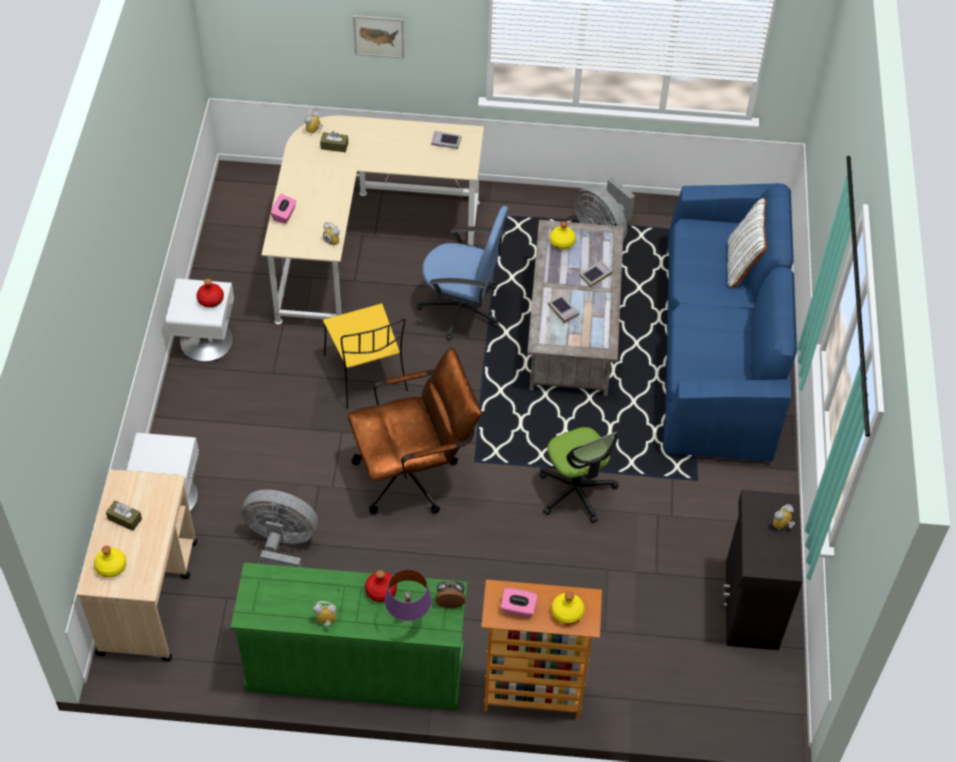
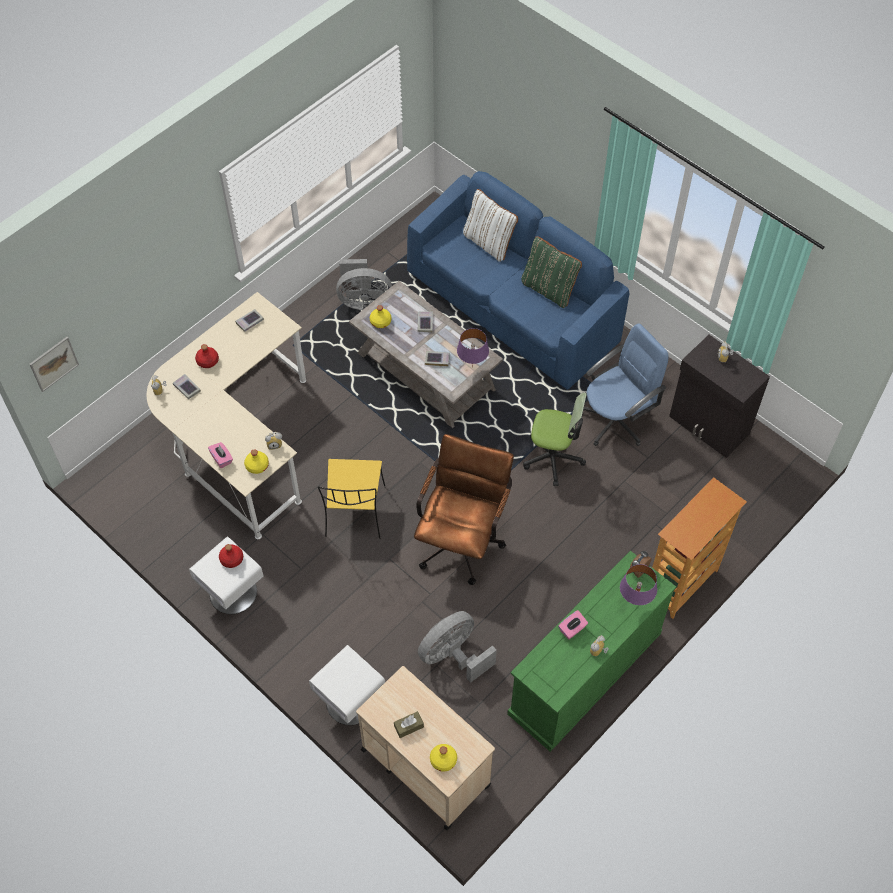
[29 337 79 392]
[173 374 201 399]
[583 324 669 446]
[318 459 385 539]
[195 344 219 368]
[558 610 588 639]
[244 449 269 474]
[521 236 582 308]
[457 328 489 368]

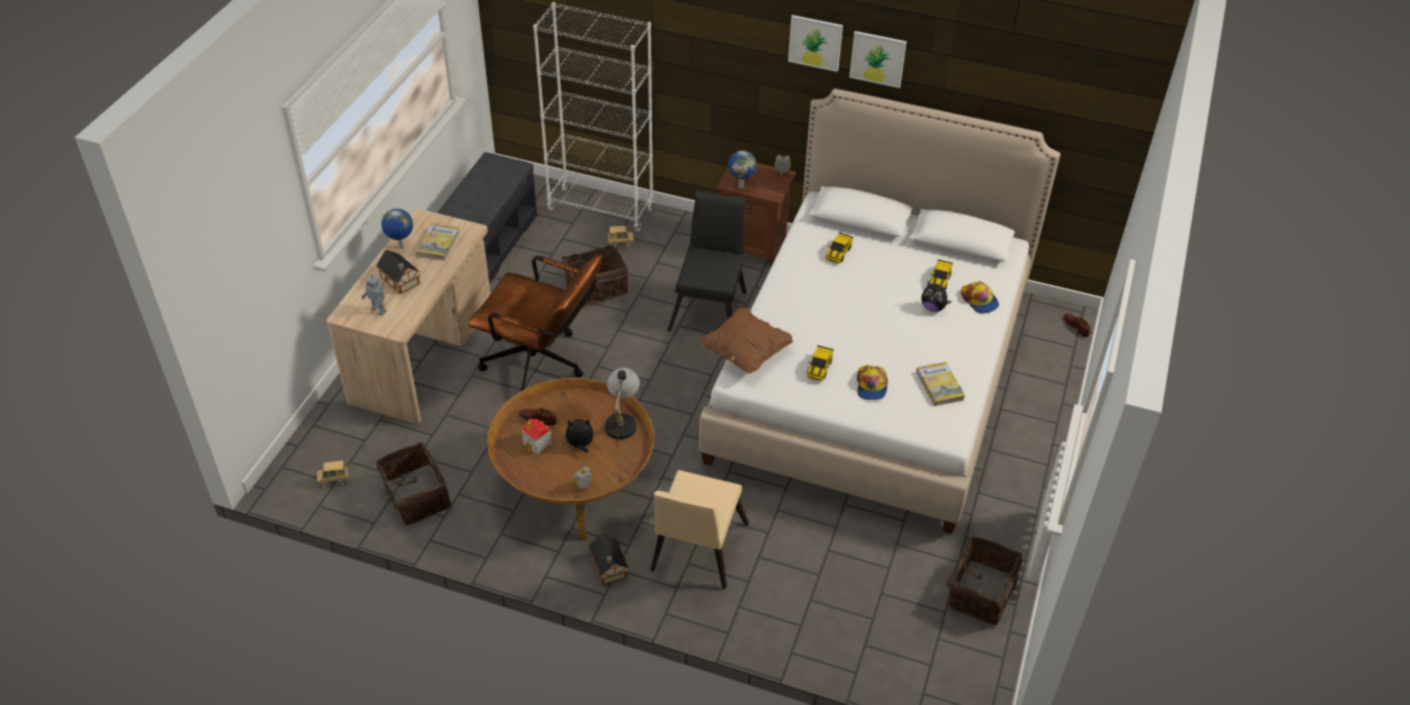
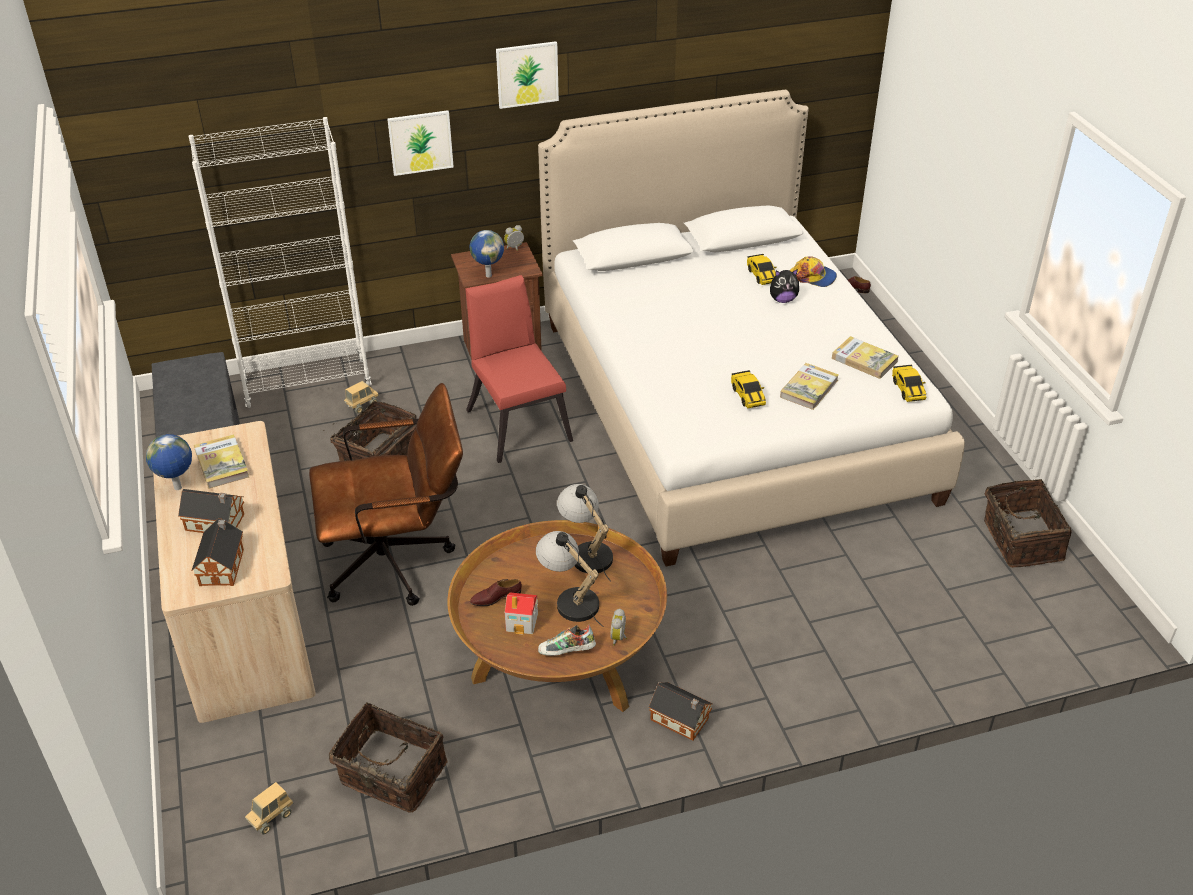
[387 110 454 176]
[465 275 573 463]
[892 365 926 402]
[191 518 244 586]
[701 308 793 374] (first image)
[780 363 839 410]
[536 531 603 627]
[650 470 749 589] (first image)
[538 625 596 656]

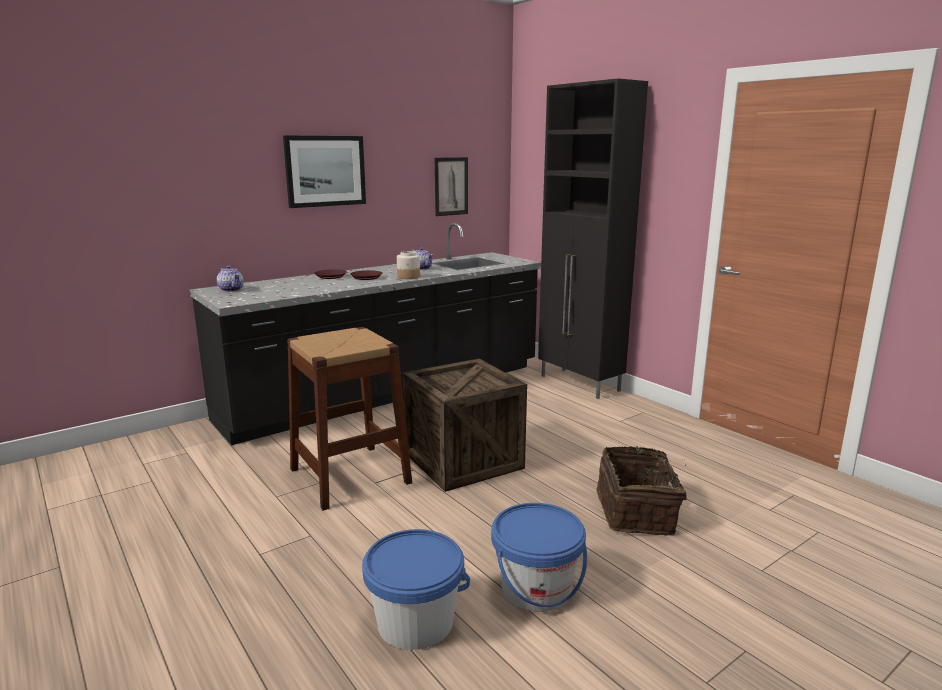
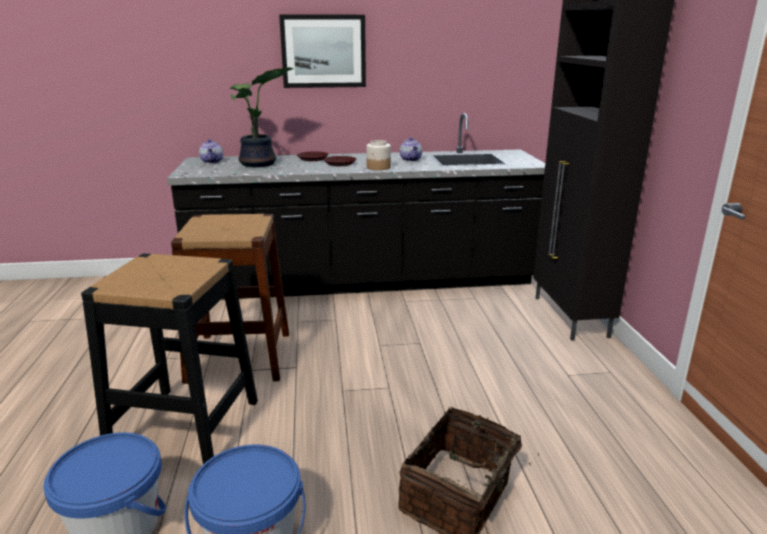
[435 157 468 216] (first image)
[403 358 527 492] (first image)
[230 67 294 167]
[81 253 258 464]

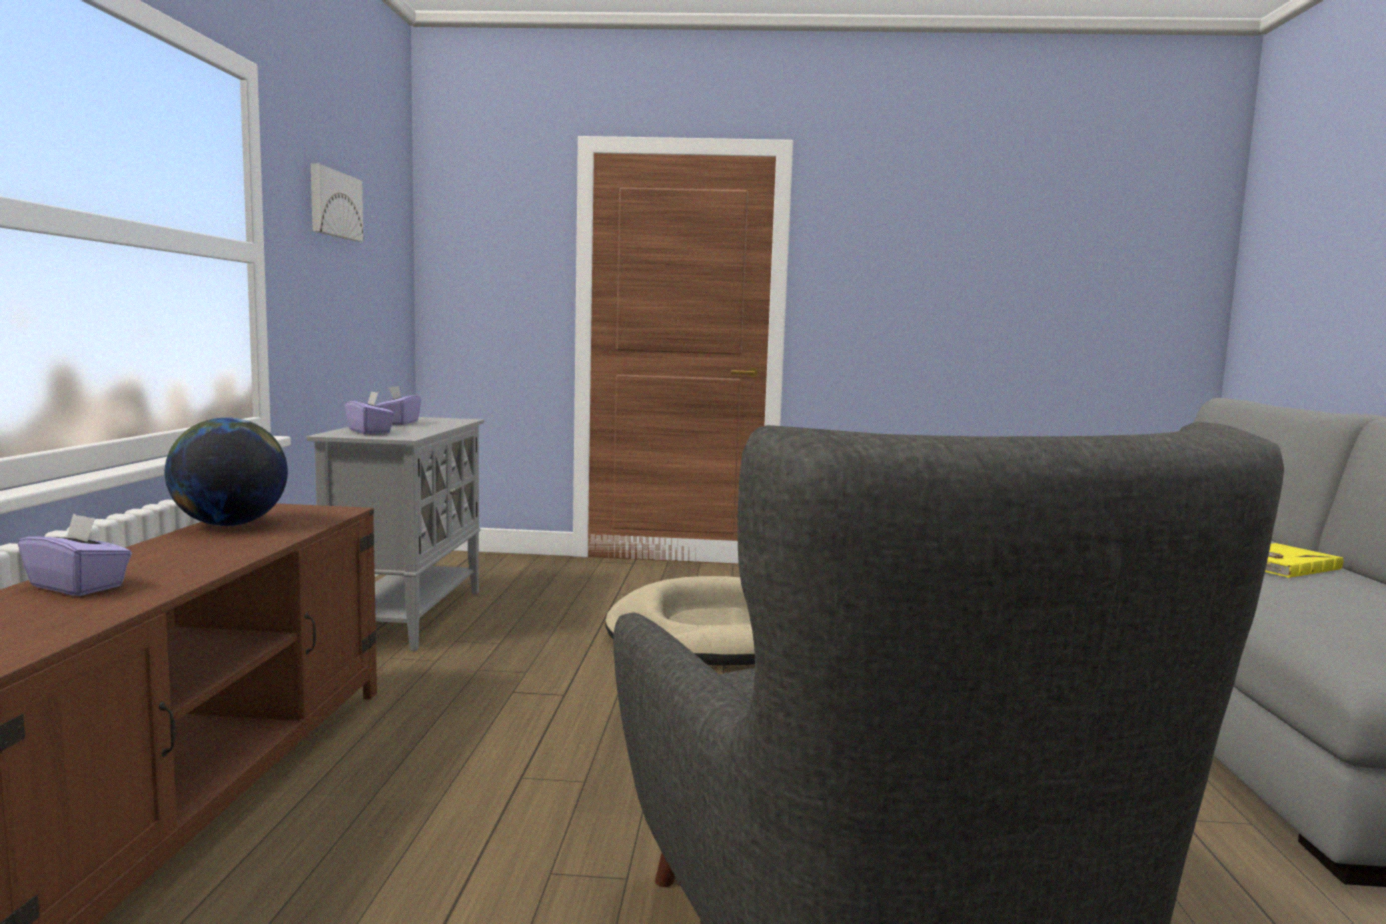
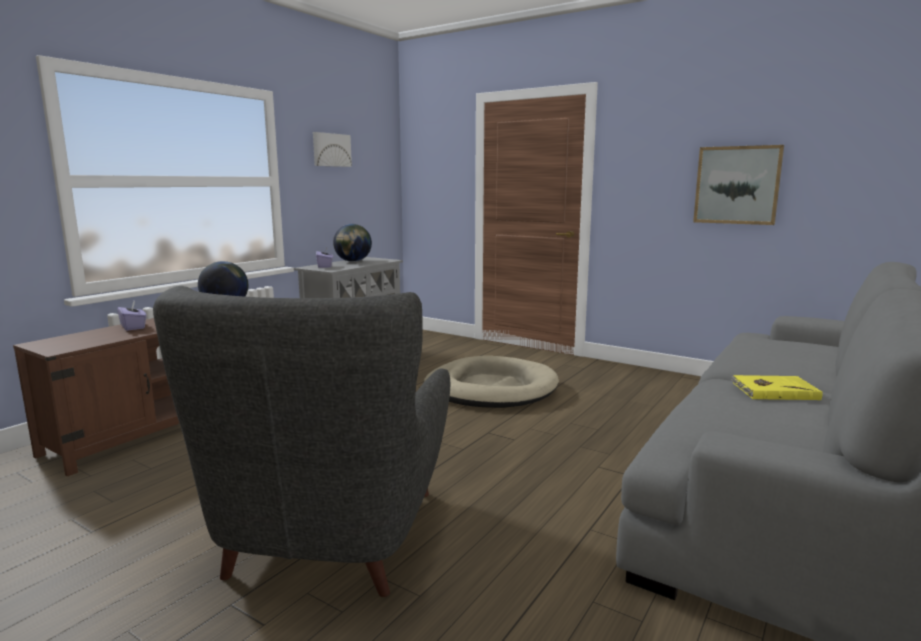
[333 224 372 262]
[693 145 784 225]

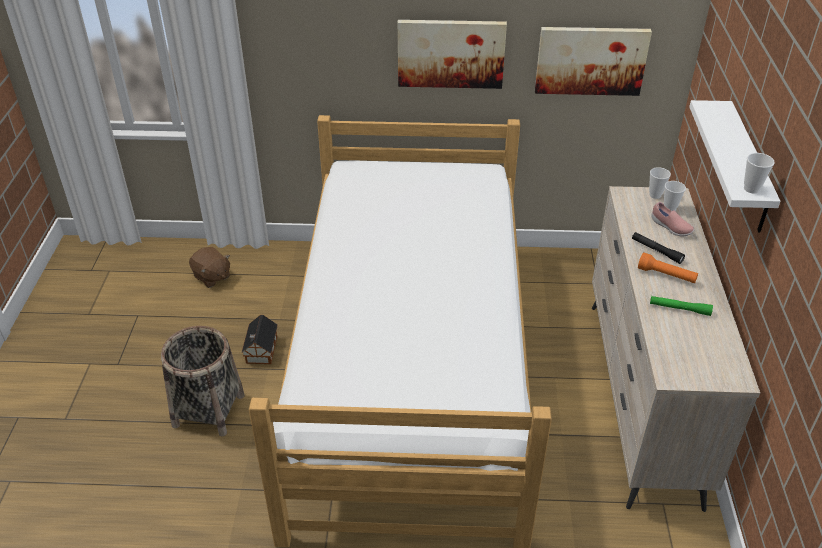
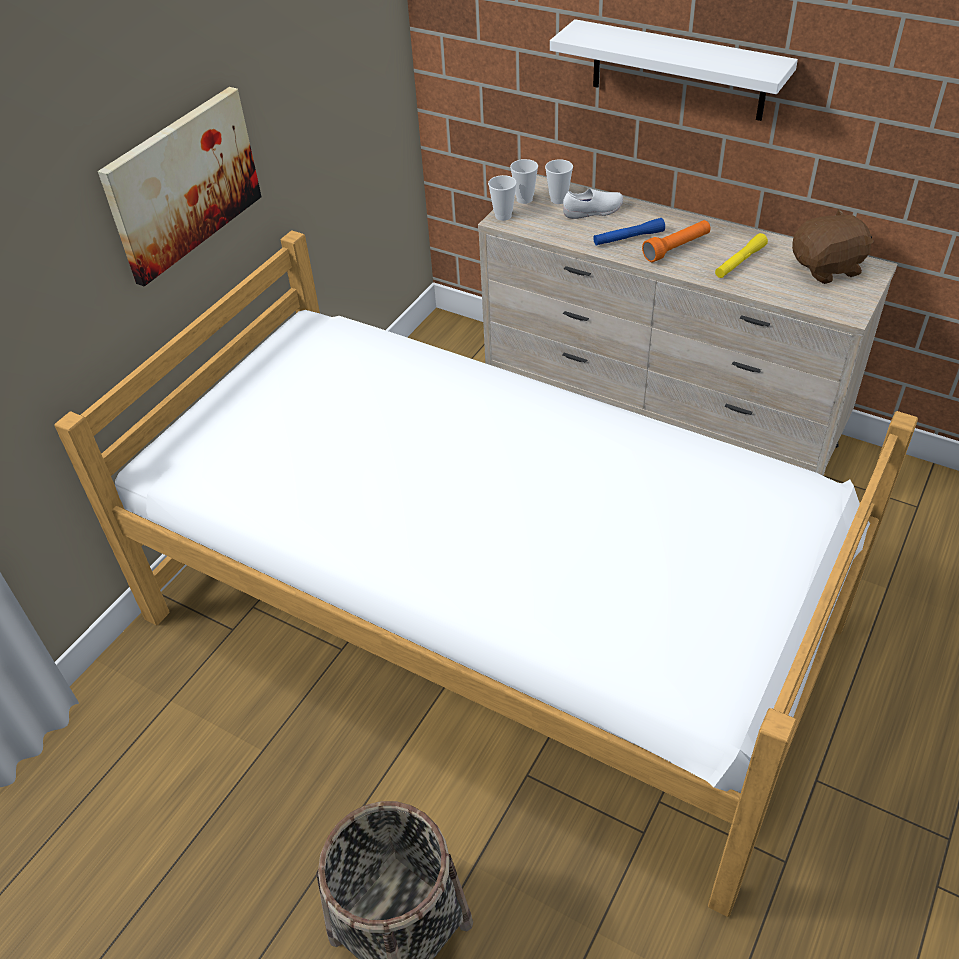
[535 27 652 96] (first image)
[488 175 517 221]
[563 189 623 219]
[593 218 665 246]
[792 209 873 284]
[715 233 768 278]
[241 315 278 364] (first image)

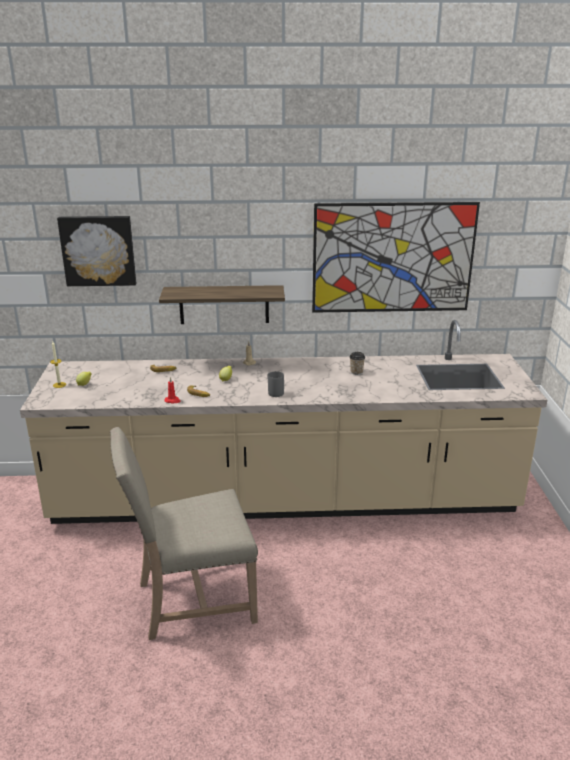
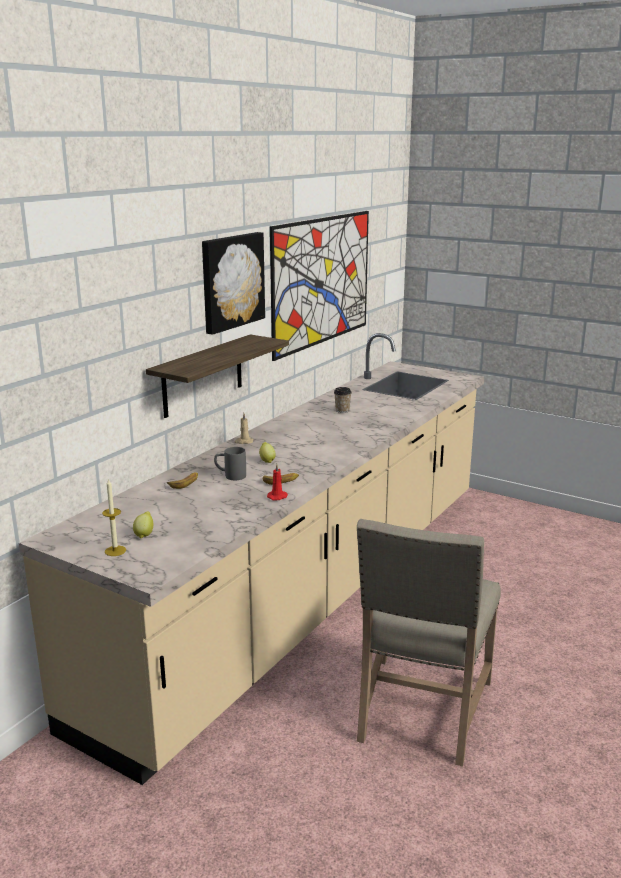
[202 232 265 335]
[214 447 246 480]

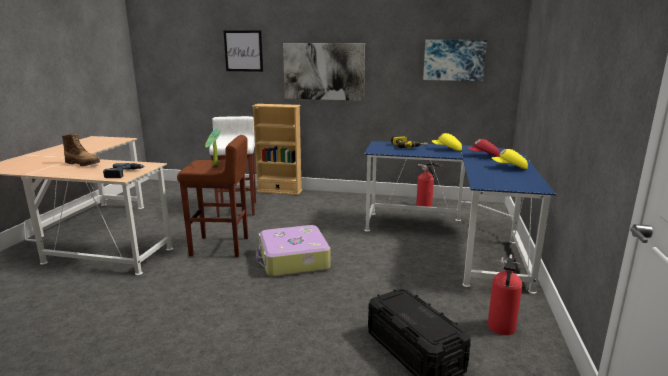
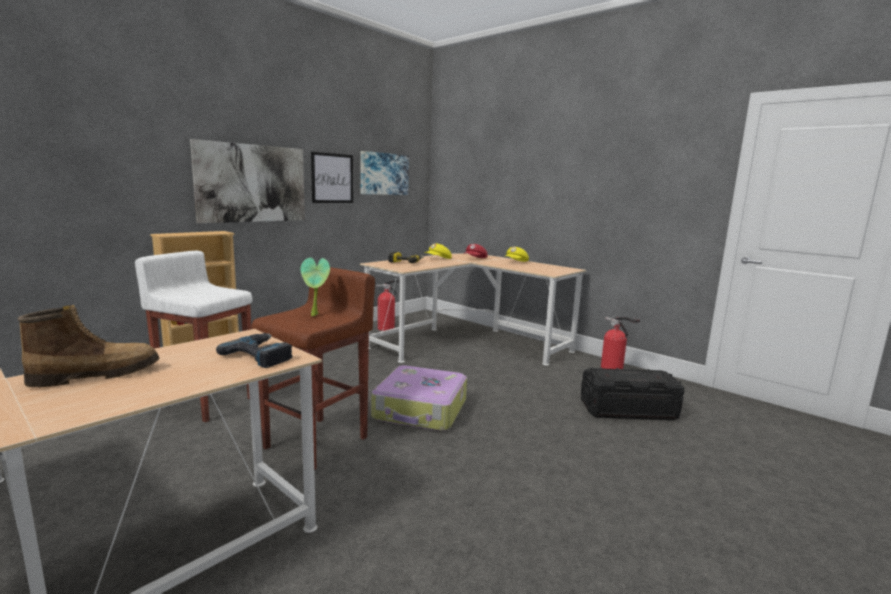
[311 152 353 203]
[360 253 587 365]

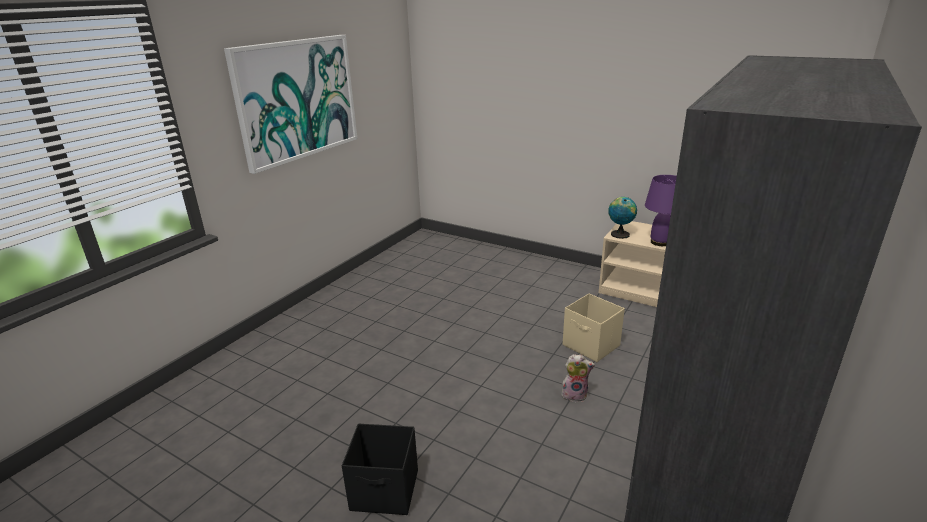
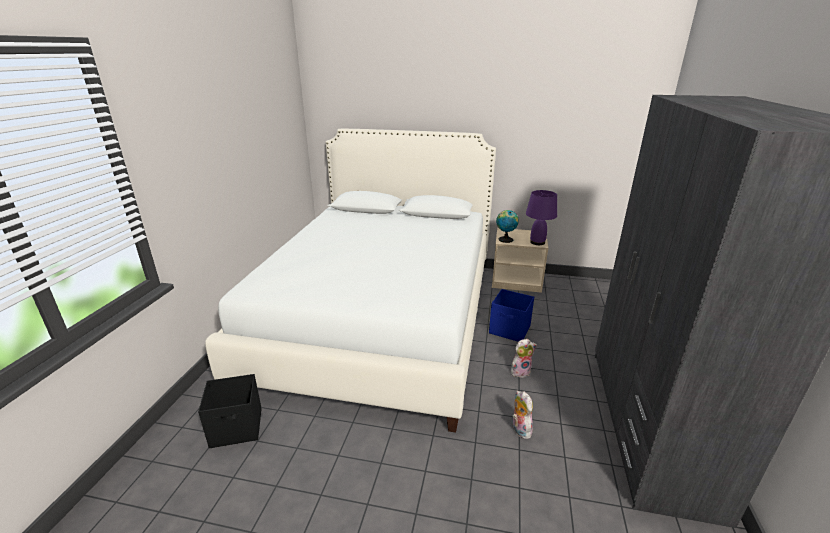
[224 35 357 174] (first image)
[489 289 534 342]
[198 374 262 448]
[205 129 496 433]
[513 391 533 439]

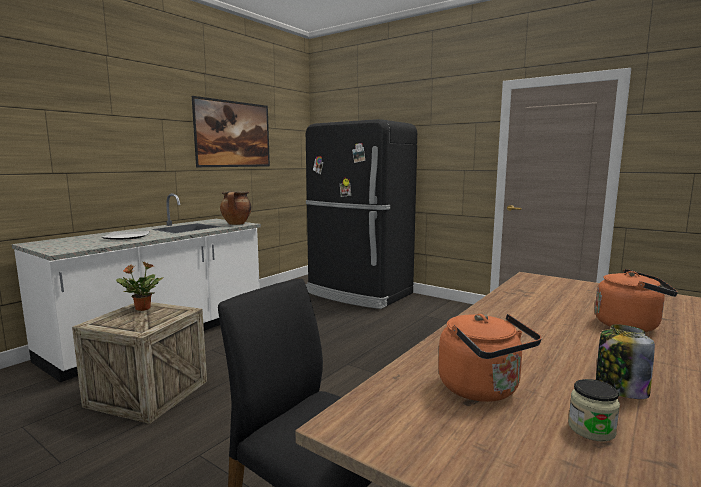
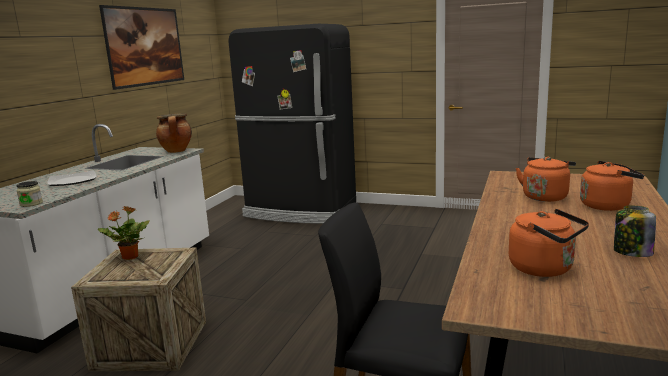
[16 181 43 207]
[516 157 576 202]

